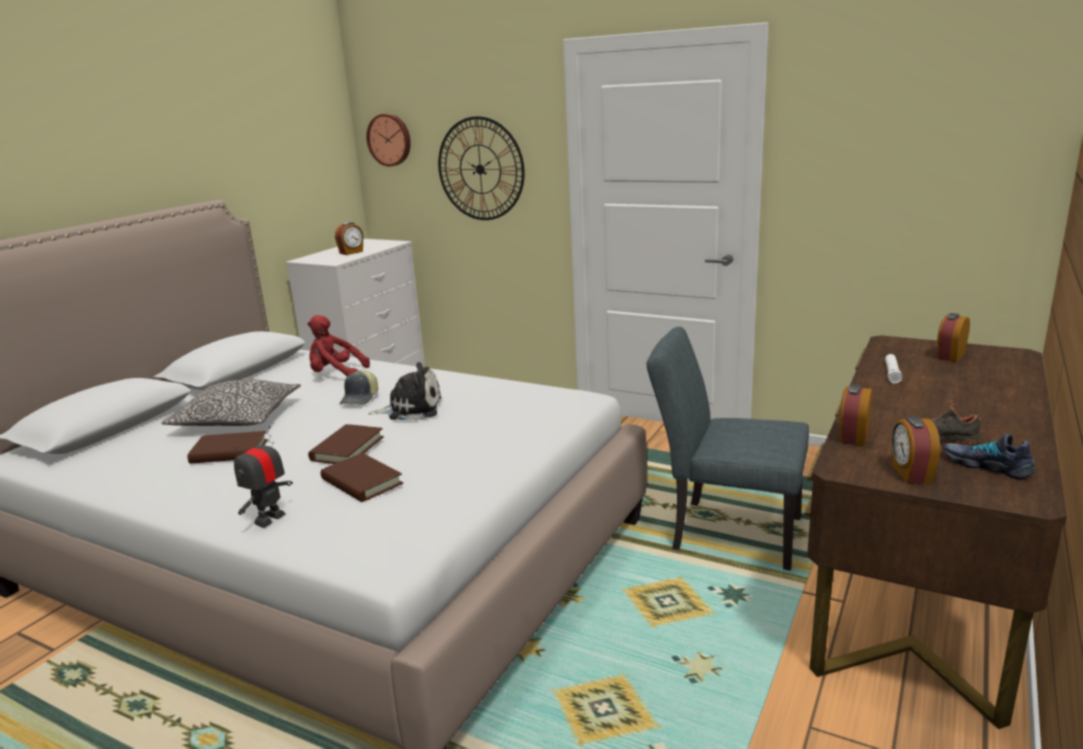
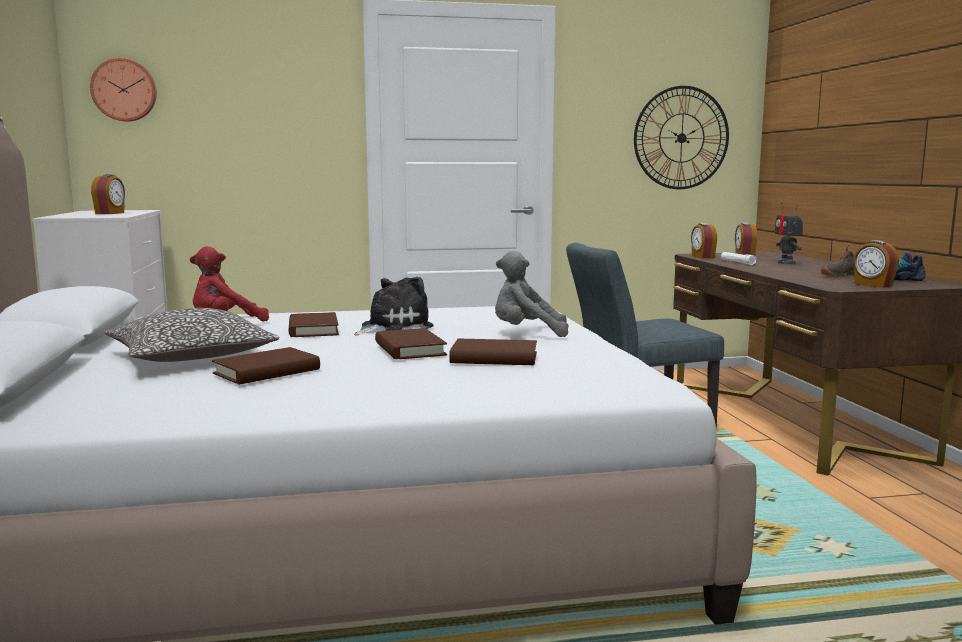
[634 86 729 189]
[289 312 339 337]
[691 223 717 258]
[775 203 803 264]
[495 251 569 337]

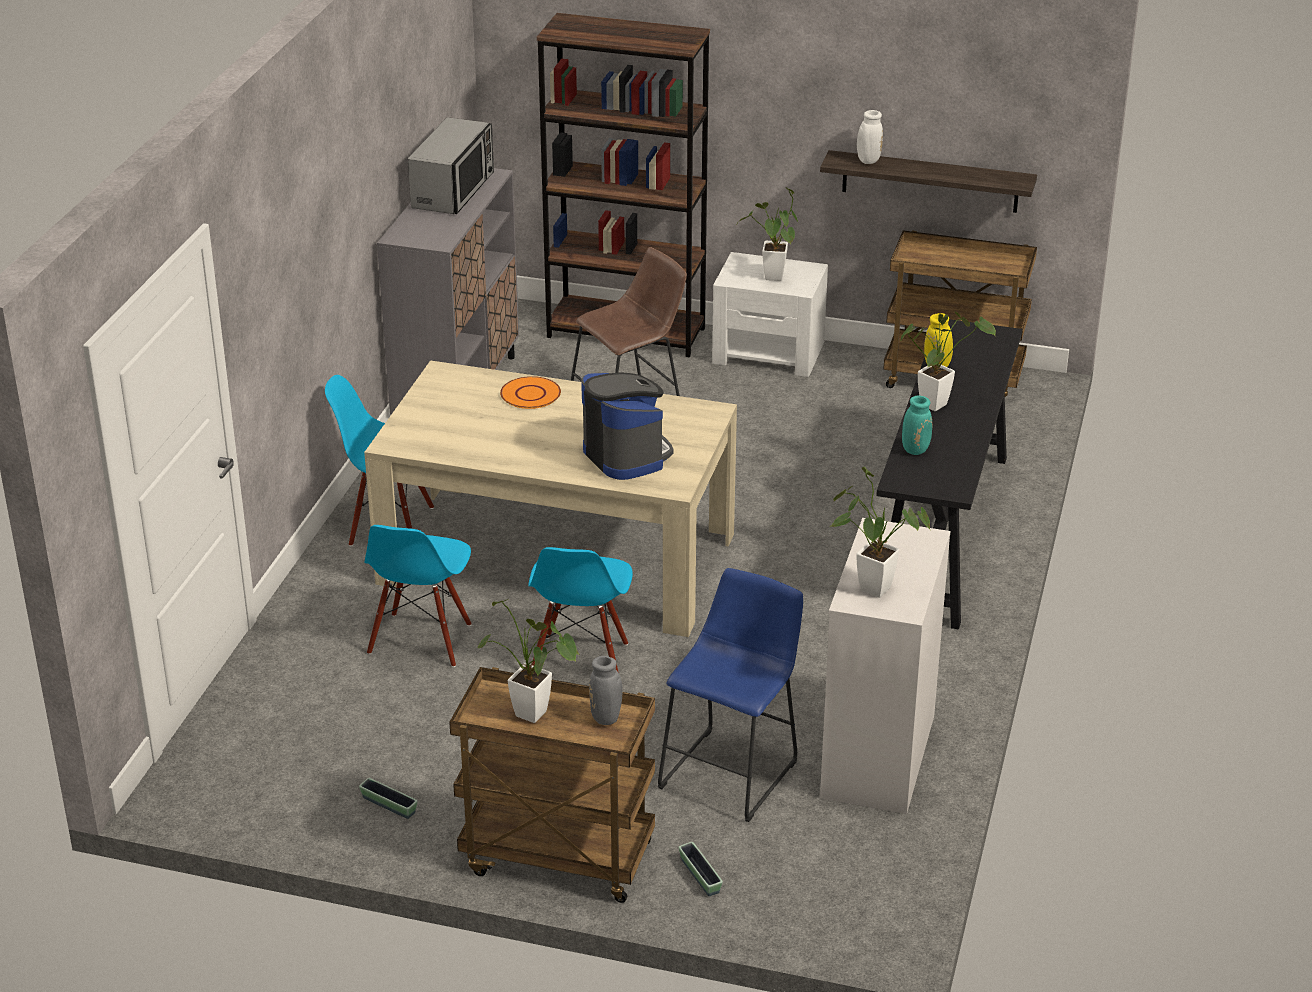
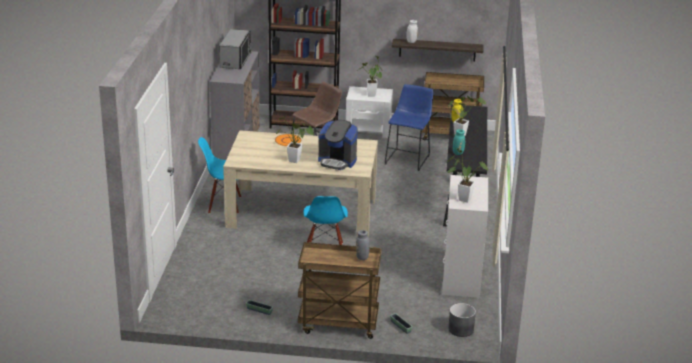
[318 120 358 170]
[364 525 472 667] (first image)
[385 84 433 171]
[276 116 314 163]
[448 303 476 337]

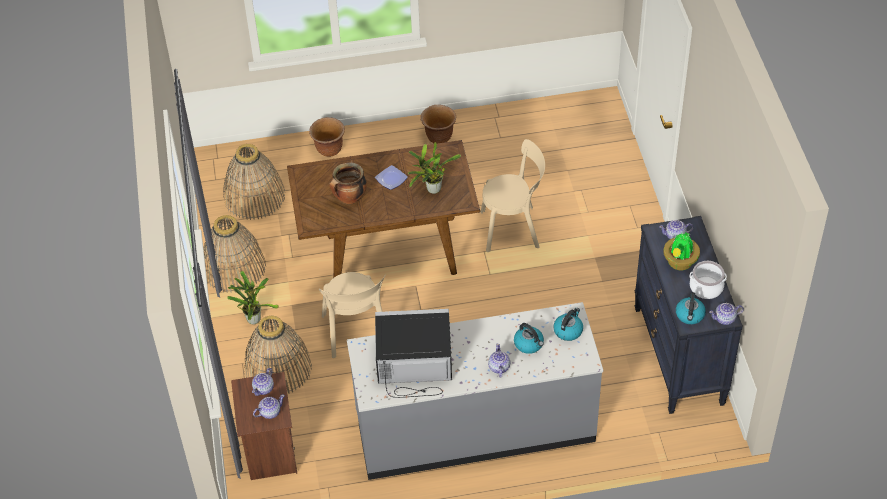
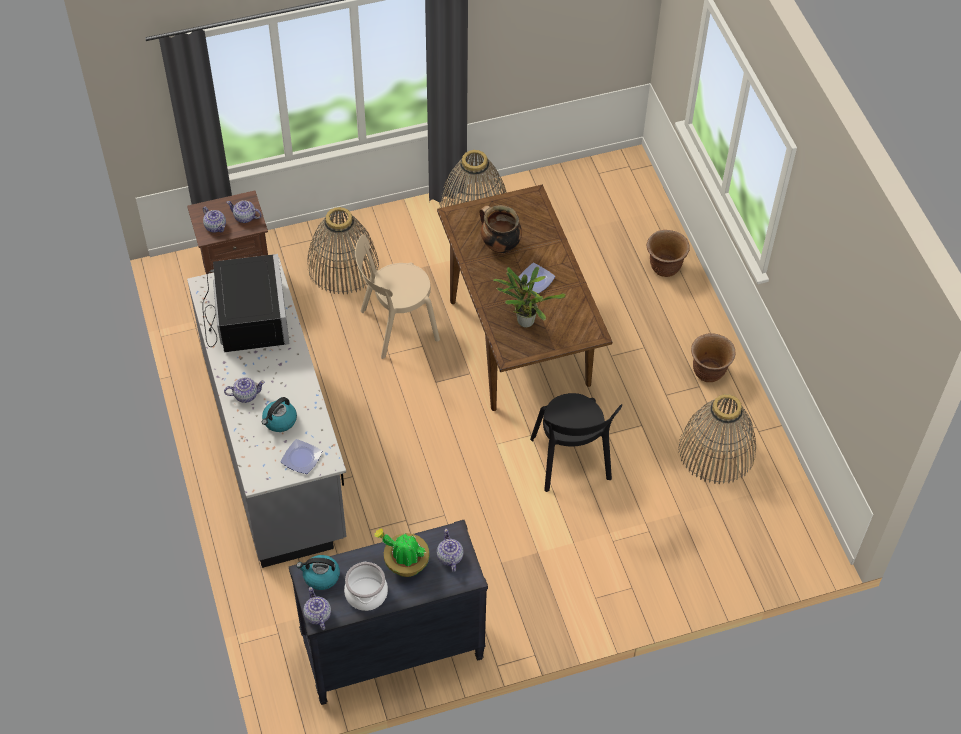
[530 393 622 492]
[678 394 756 484]
[227 271 279 324] (first image)
[281 439 322 474]

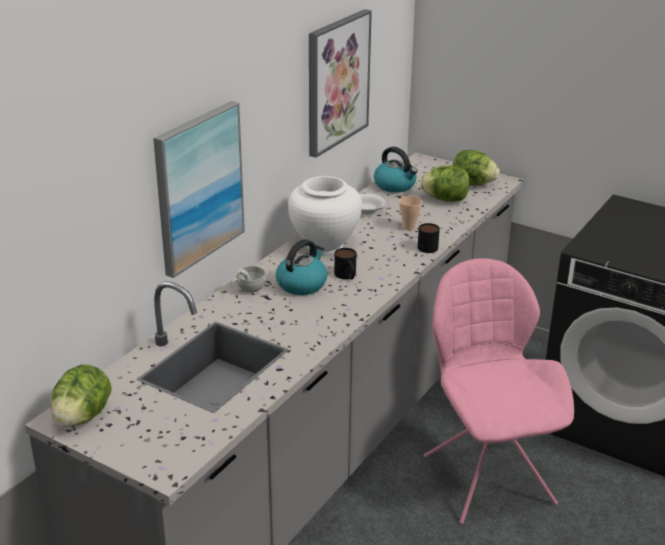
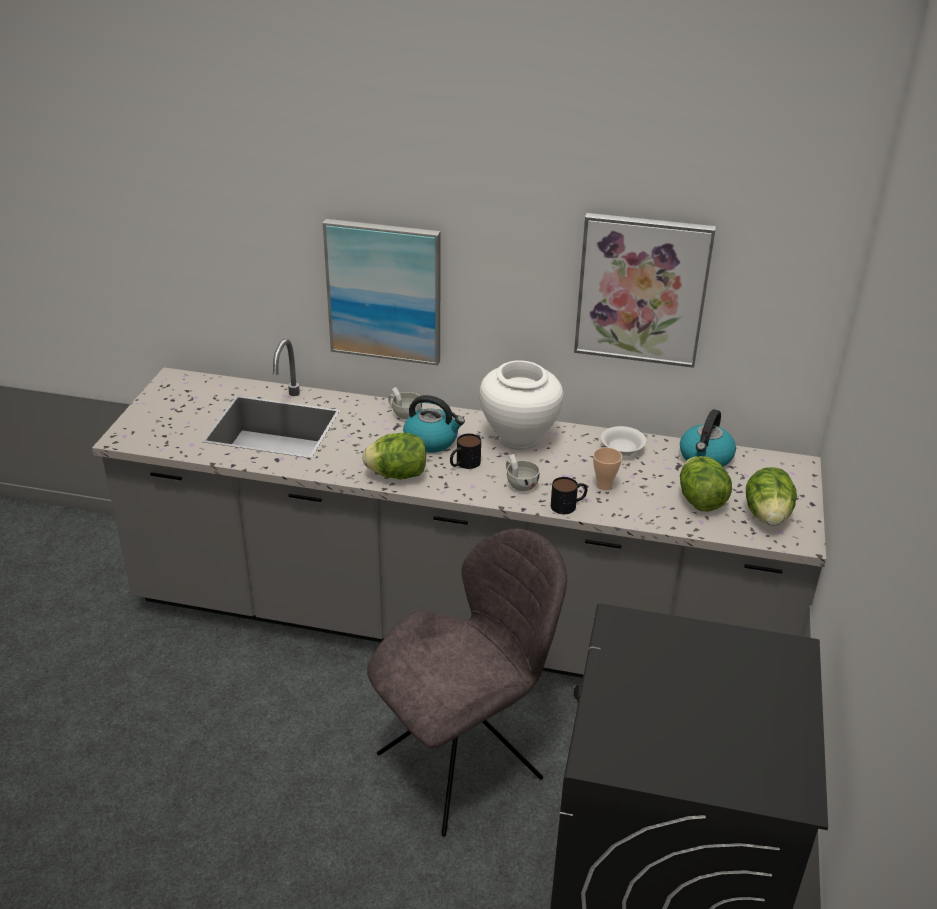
[367 528 567 837]
[362 433 426 479]
[506 454 540 491]

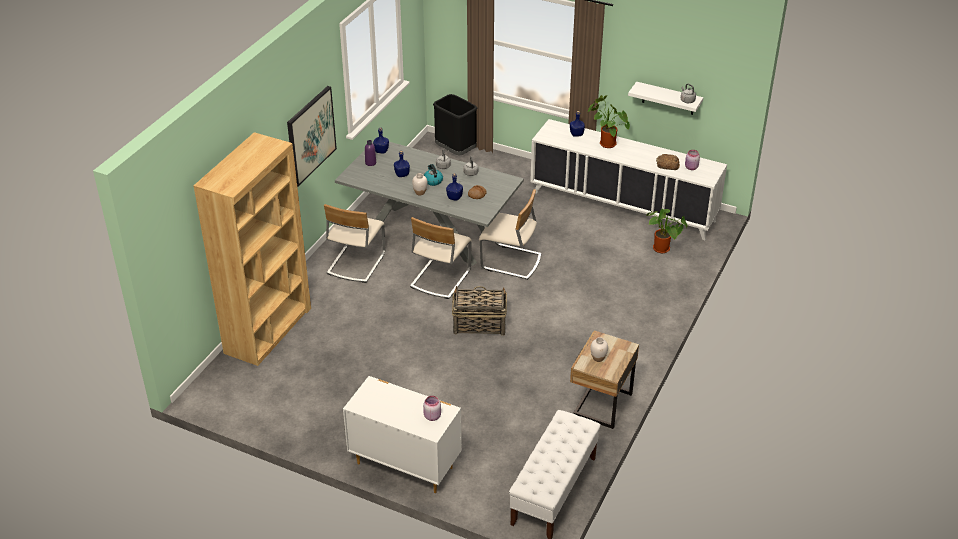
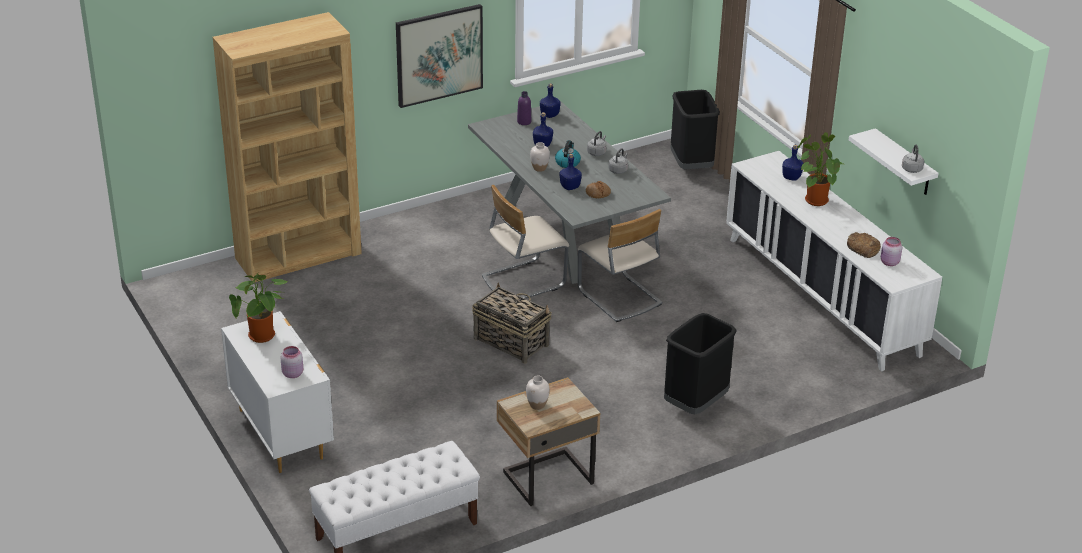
[324 204 385 283] (first image)
[229 272 287 343]
[664 313 737 415]

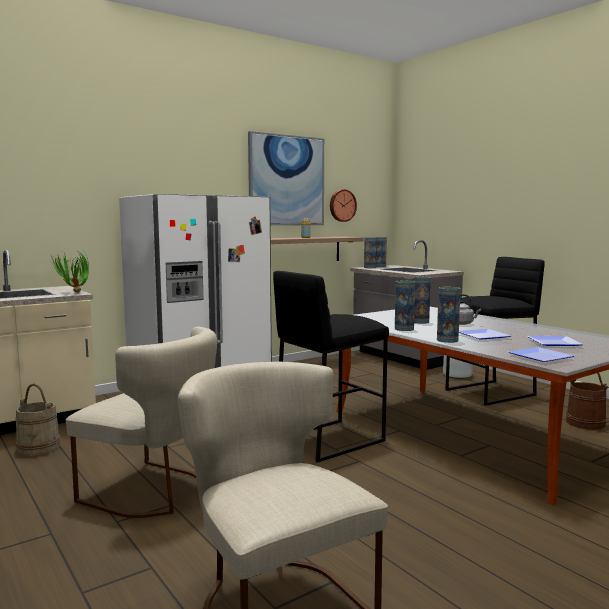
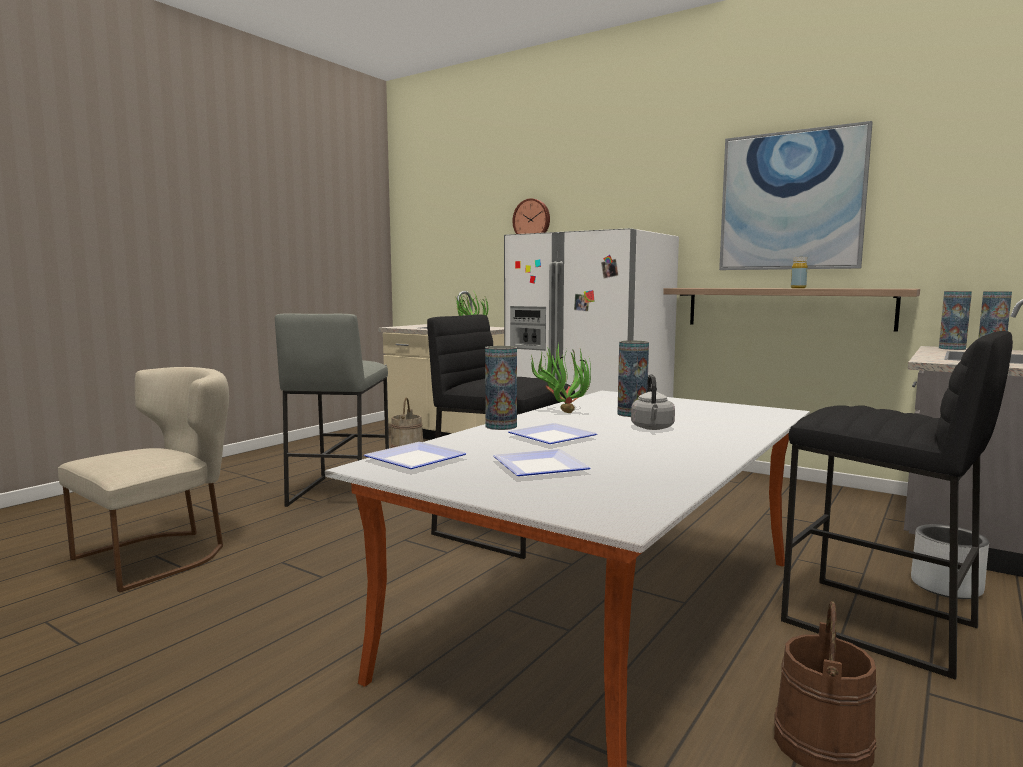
[512 198 550 234]
[531 344 591 413]
[275 313 389 509]

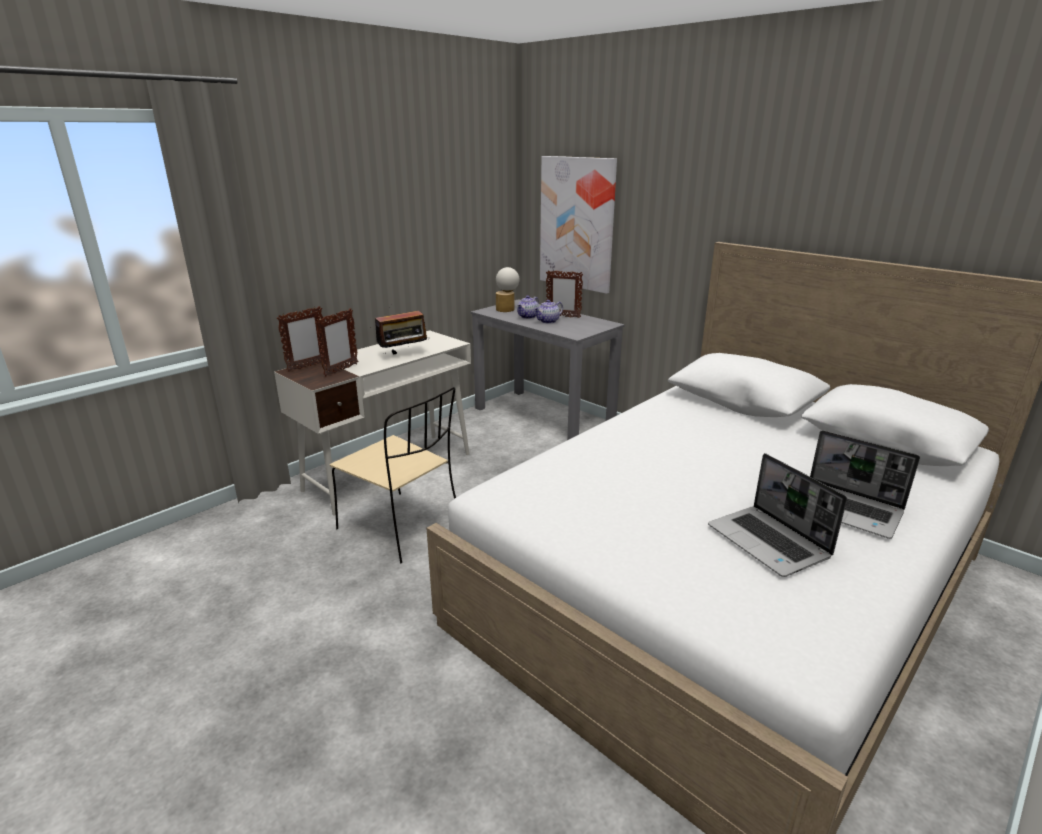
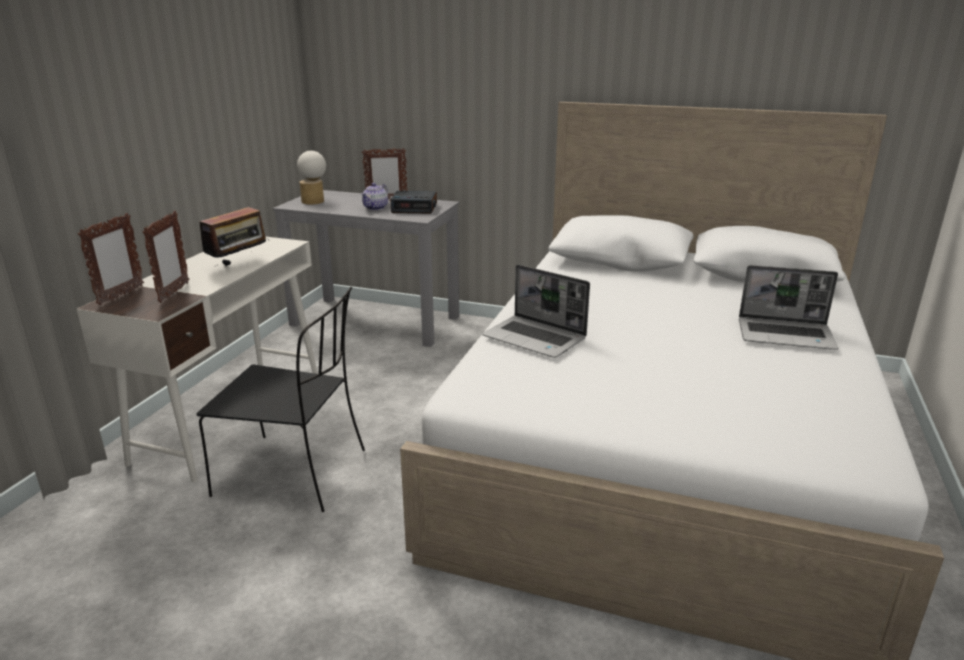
[540 156 617 294] (first image)
[517 295 539 319] (first image)
[196 287 365 512]
[482 265 590 358]
[391 191 437 214]

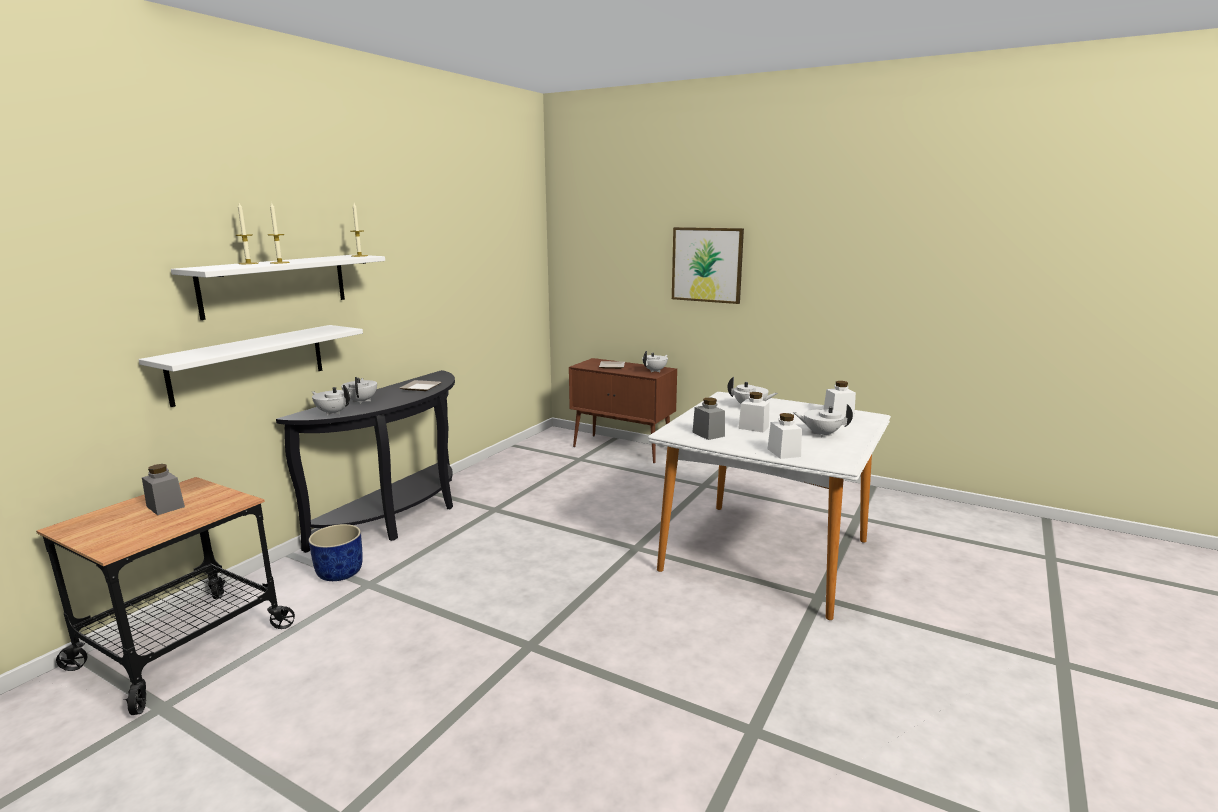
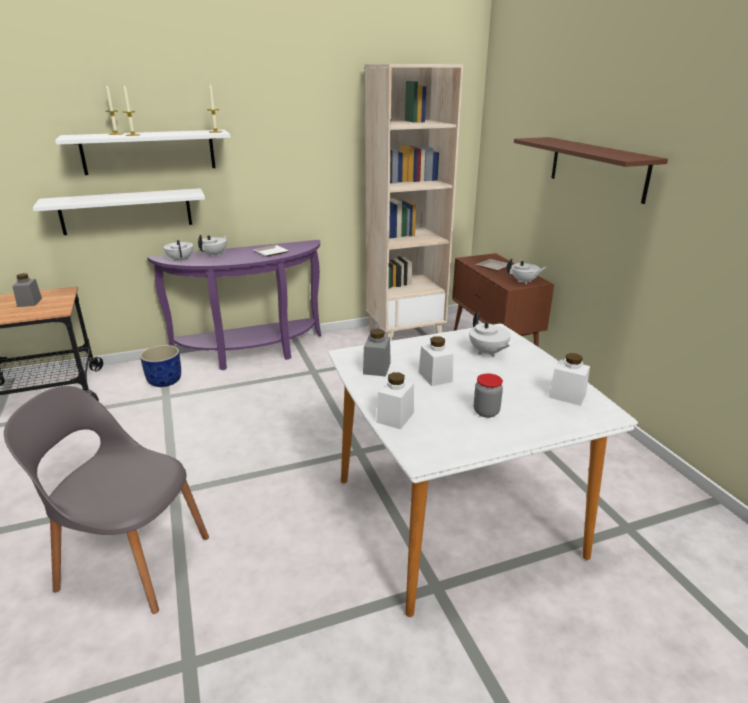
[514 137 668 204]
[147 240 321 370]
[474 373 503 418]
[365 64 464 341]
[4 386 209 614]

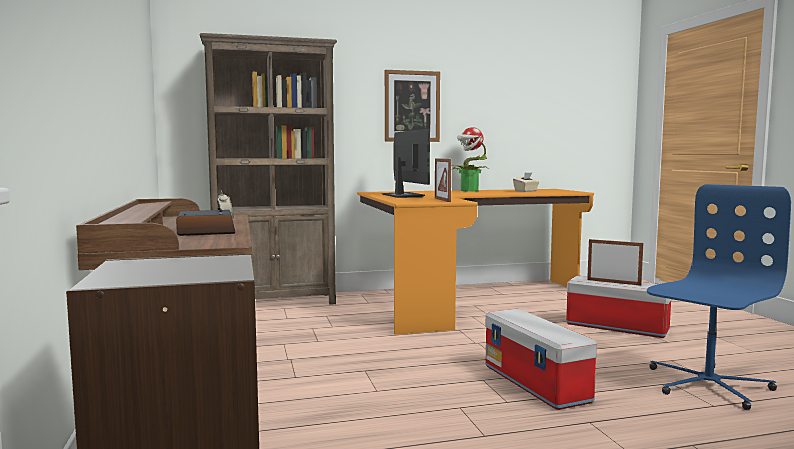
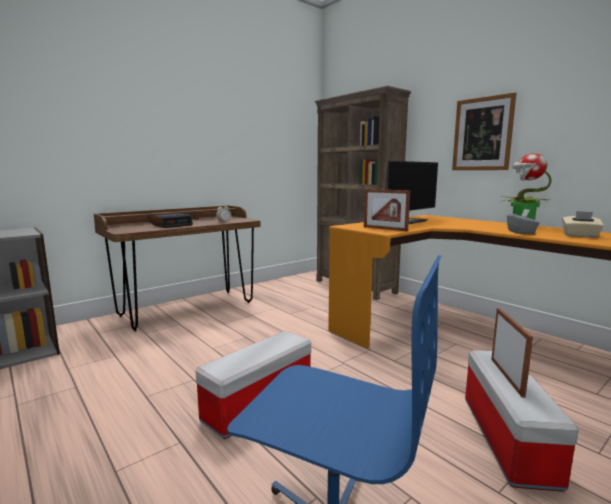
[364 189 410 232]
[507 209 539 234]

